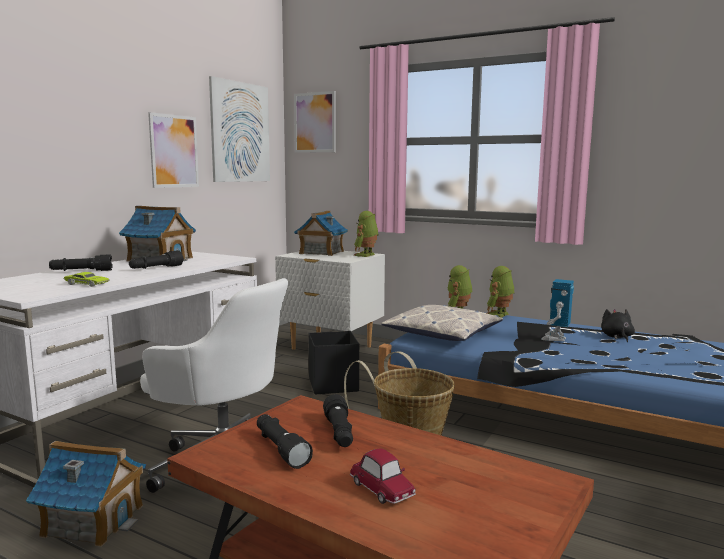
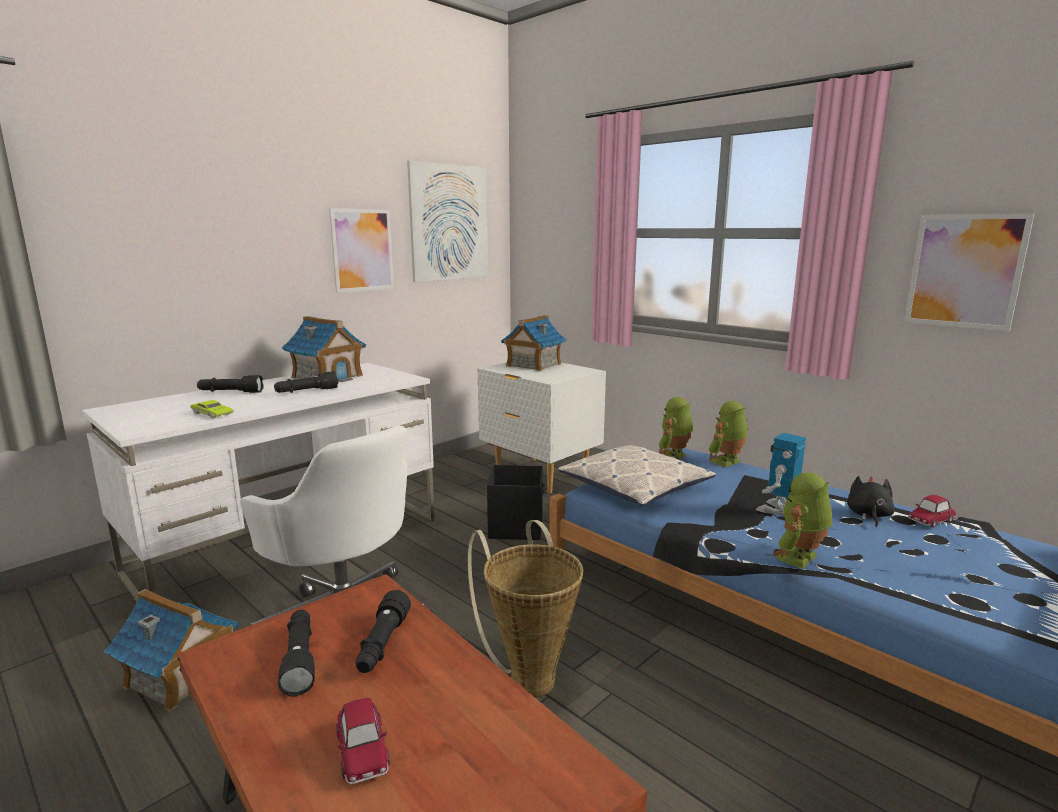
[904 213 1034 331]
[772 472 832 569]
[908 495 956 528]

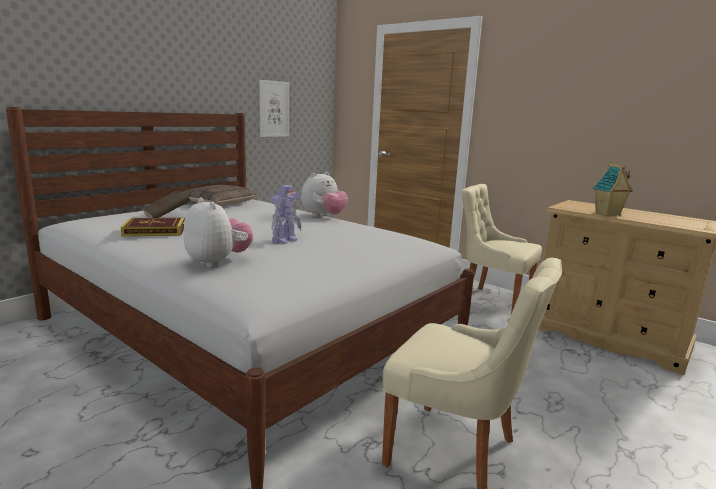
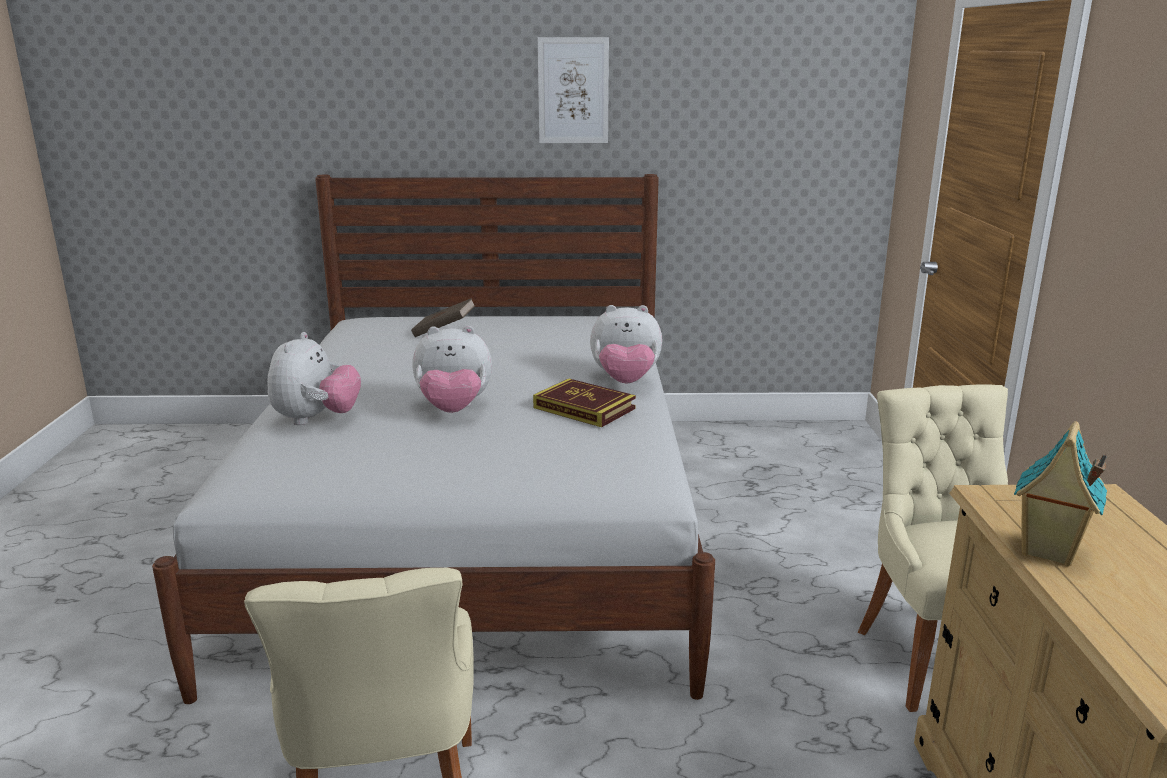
[533 379 636 427]
[181 185 259 206] (first image)
[538 37 609 143]
[412 326 492 413]

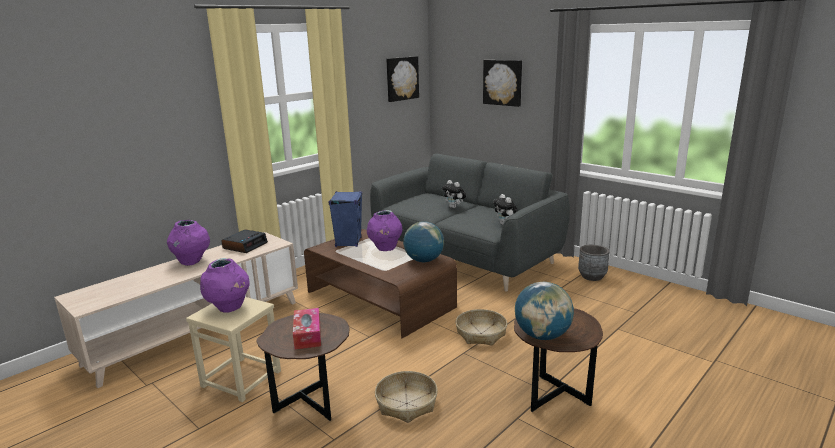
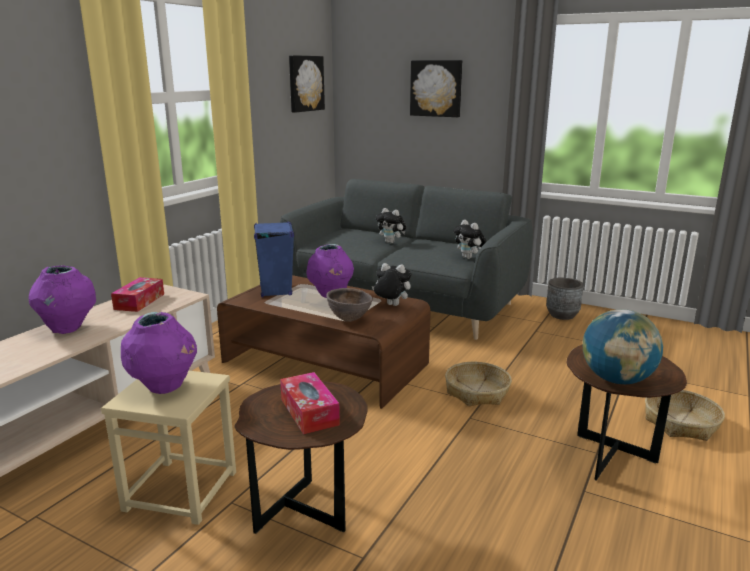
[111 277 164 312]
[645 390 725 441]
[372 263 411 306]
[326 288 373 322]

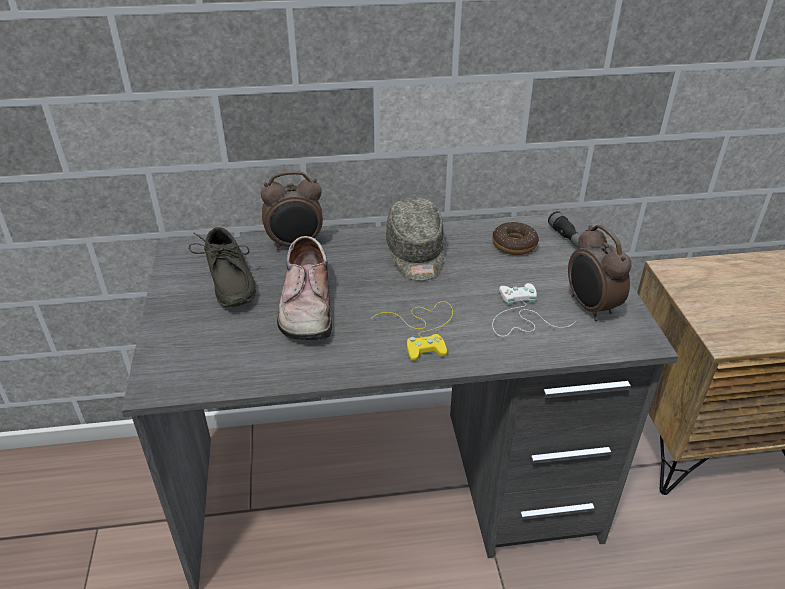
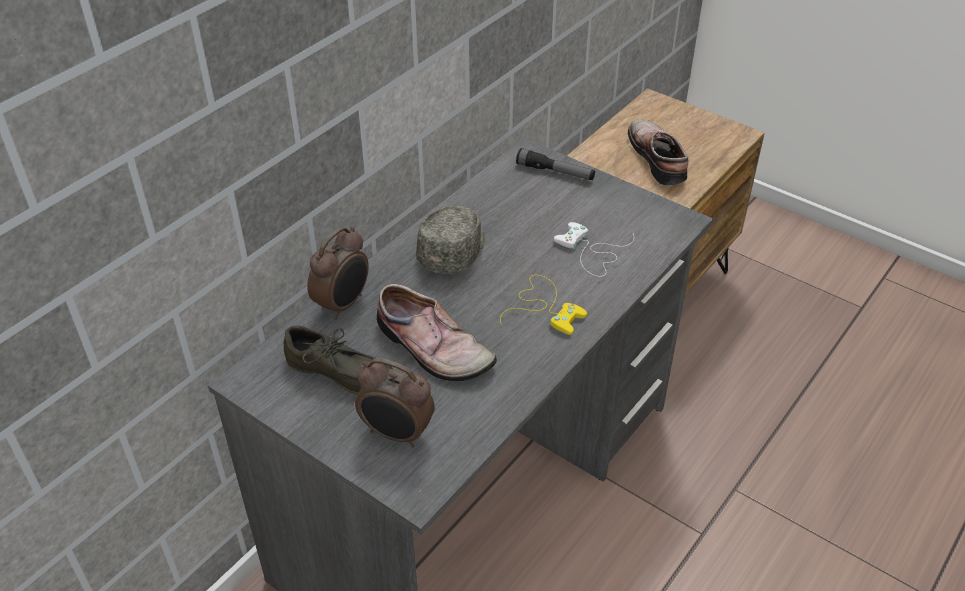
[416 206 485 274]
[492 222 539 255] (first image)
[355 358 435 447]
[628 119 688 185]

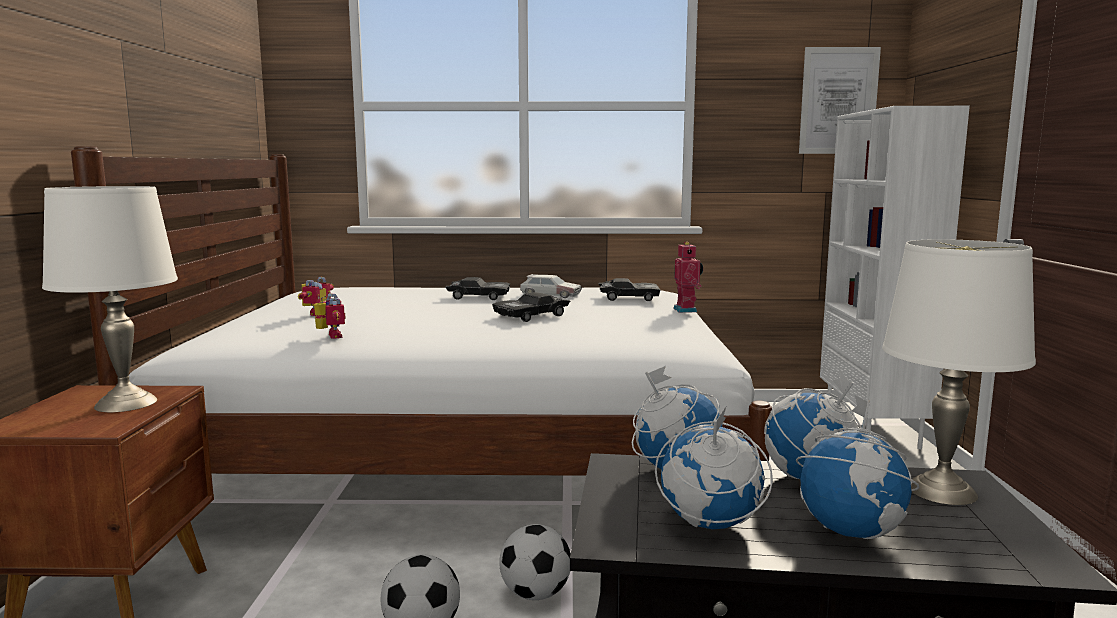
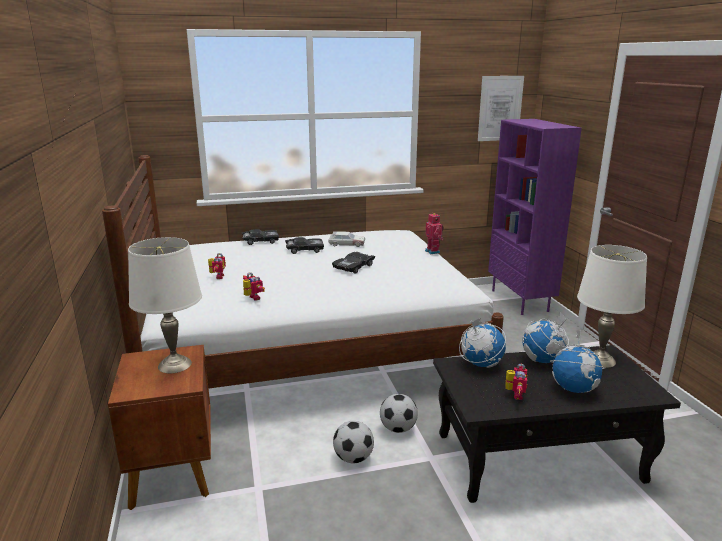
[242 229 279 245]
[505 363 527 400]
[488 119 582 315]

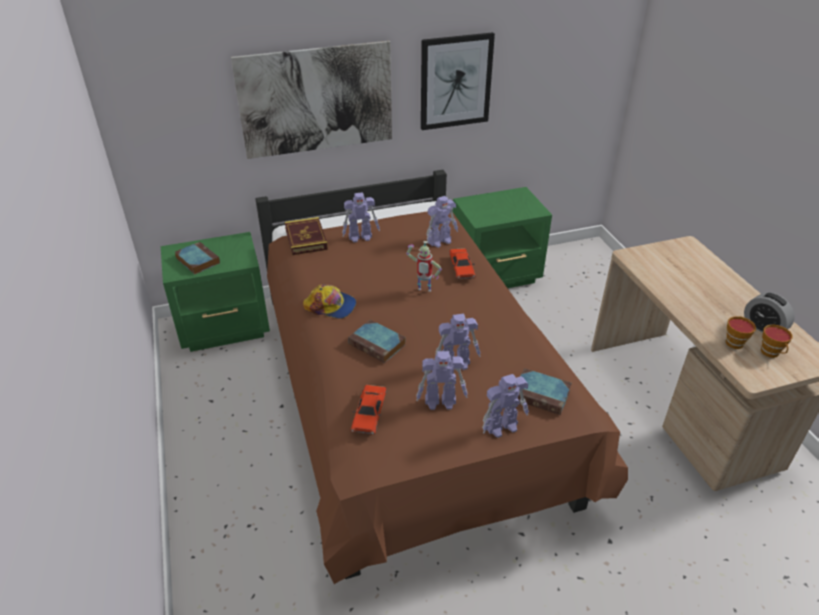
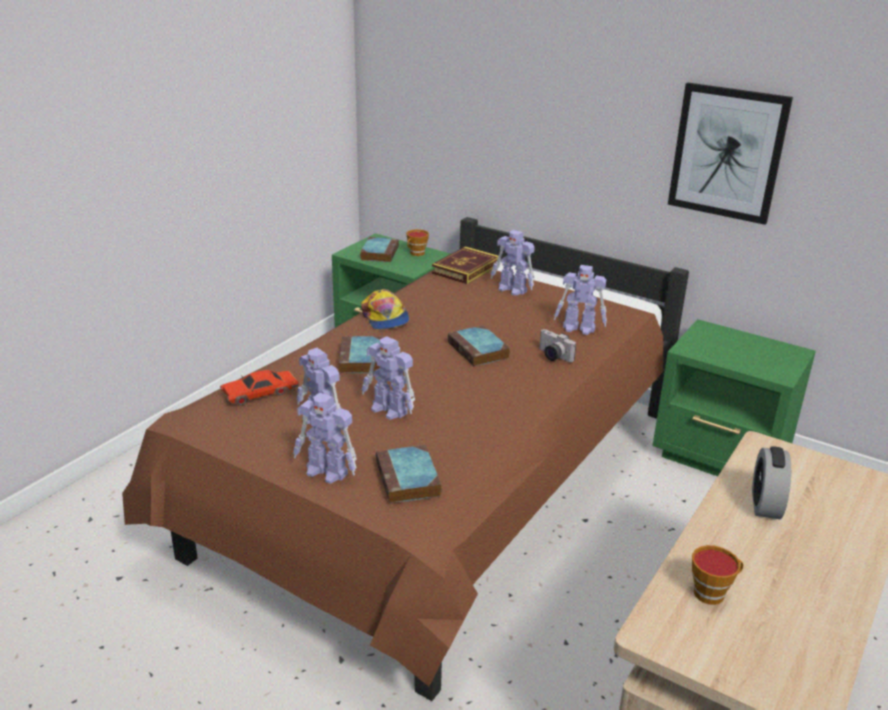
[231 41 392 159] (first image)
[448 325 510 367]
[540 329 576 362]
[752 446 791 519]
[406 229 429 256]

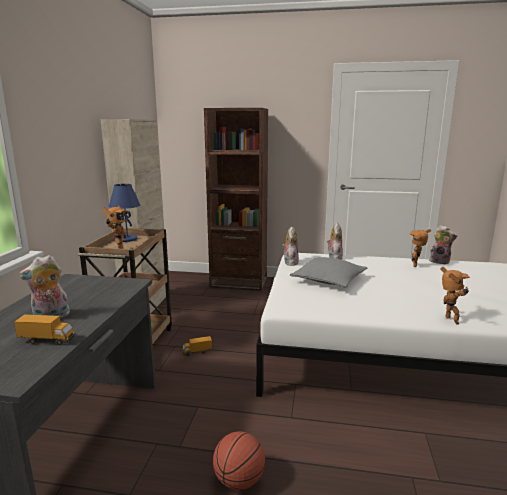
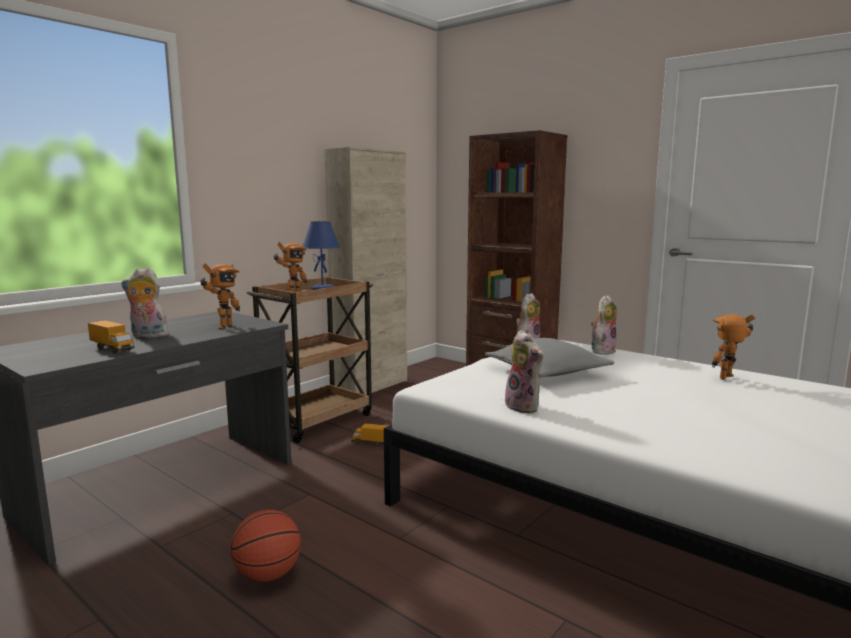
[504 330 544 413]
[200 263 240 330]

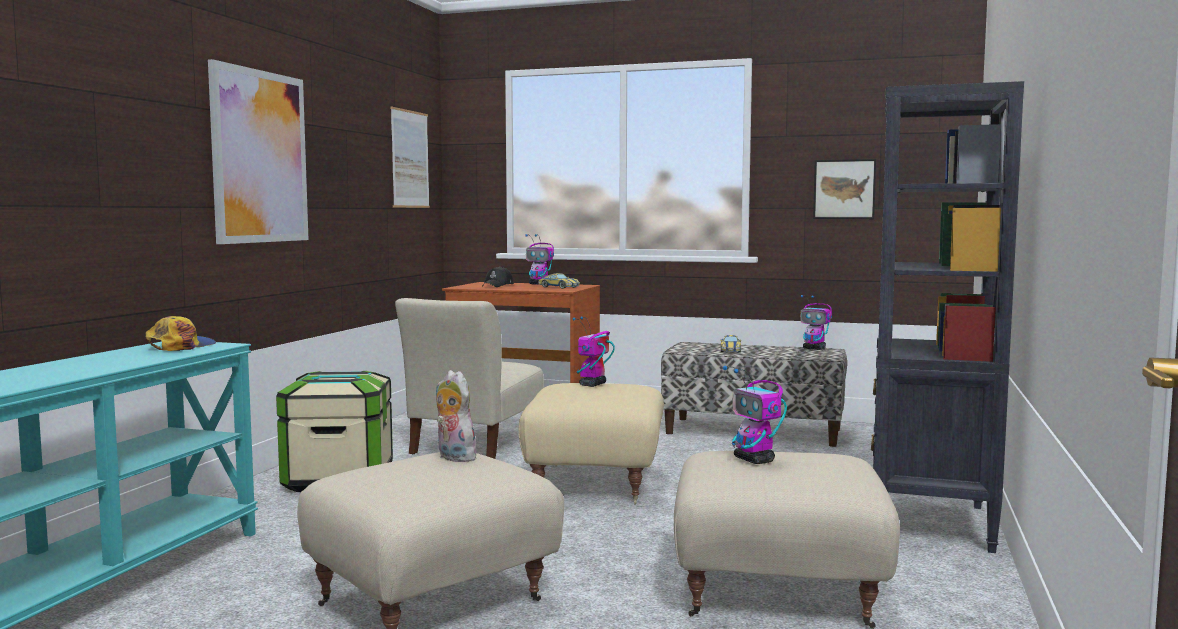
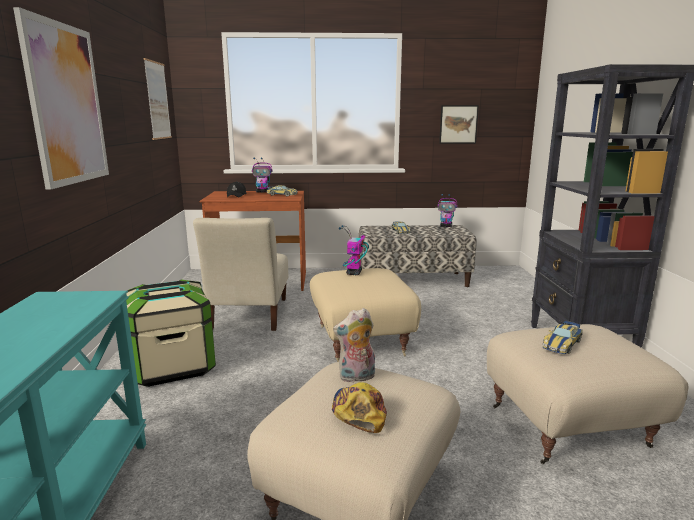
[332 382 387 433]
[333 308 375 383]
[543 321 583 354]

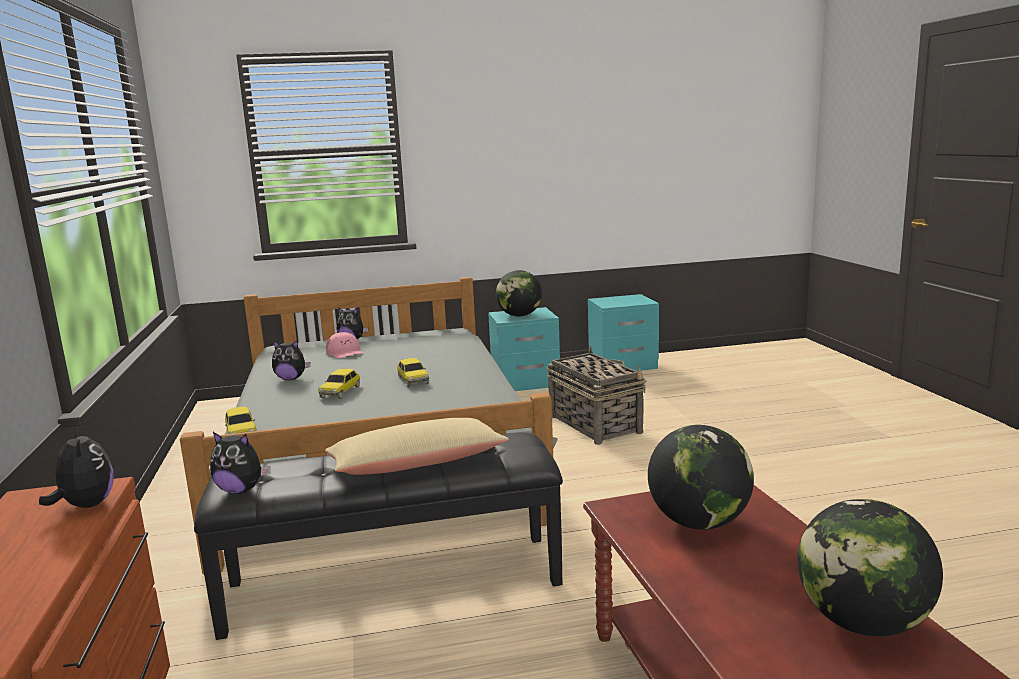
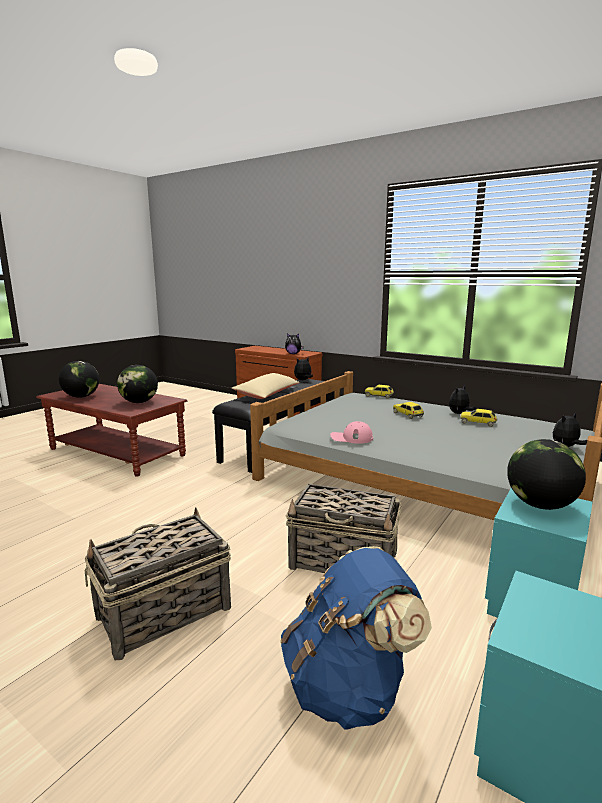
[330 421 373 444]
[460 409 497 427]
[85 507 231 660]
[280 546 432 730]

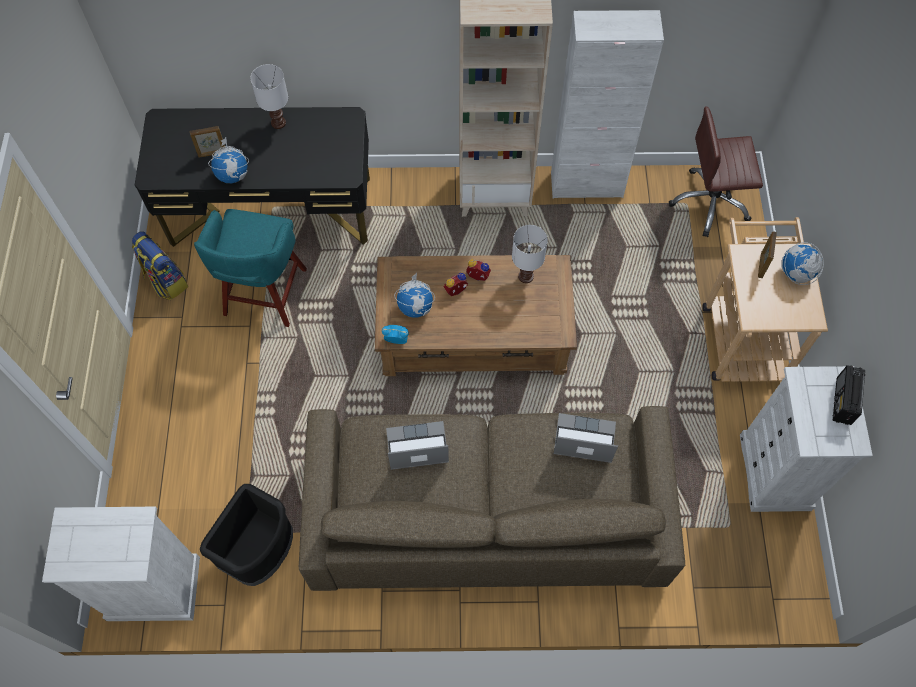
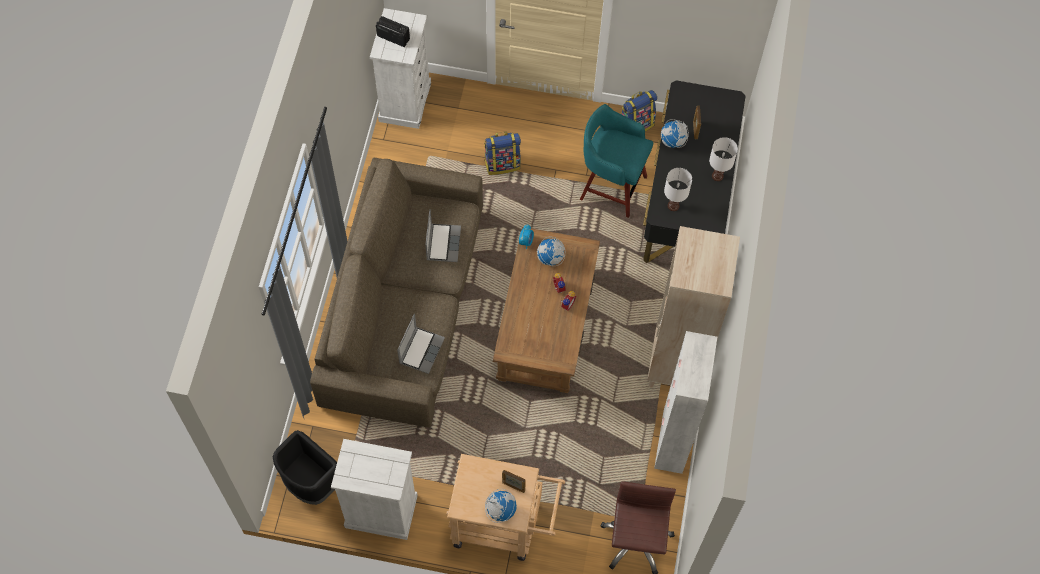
[273 430 337 505]
[664 168 692 211]
[376 16 410 47]
[484 131 521 175]

